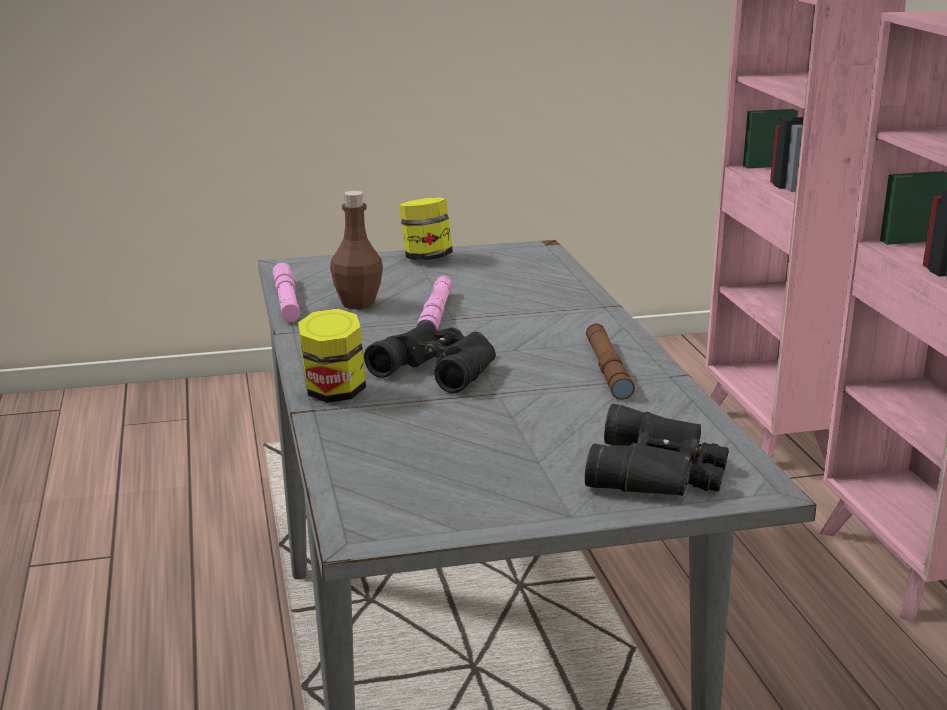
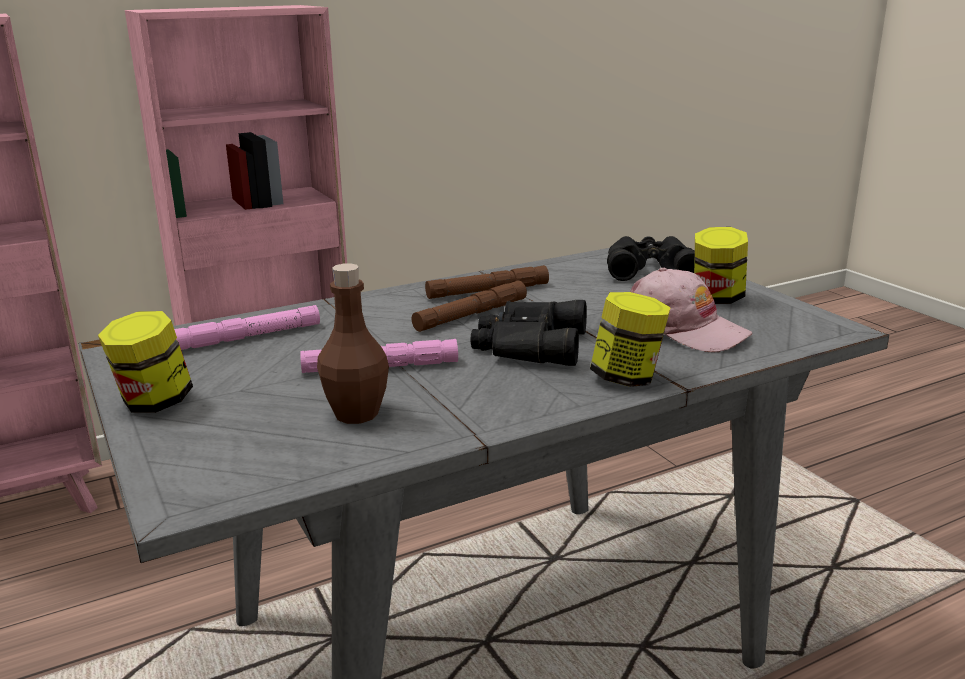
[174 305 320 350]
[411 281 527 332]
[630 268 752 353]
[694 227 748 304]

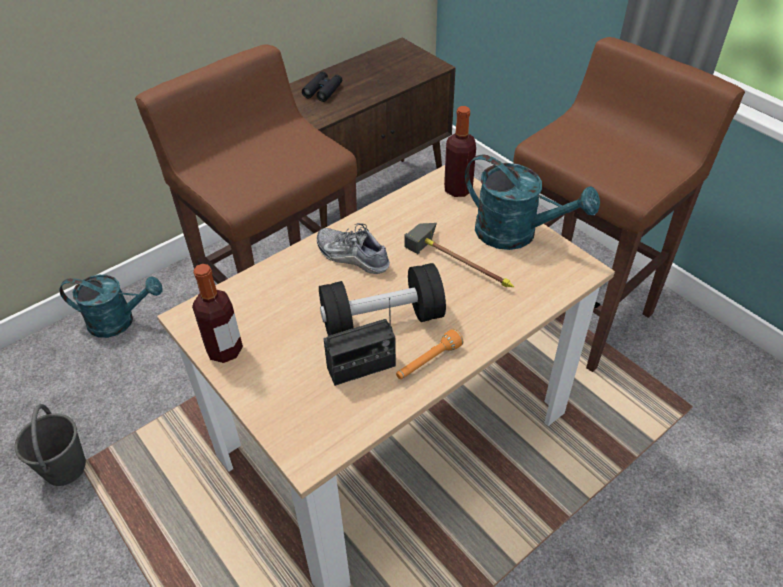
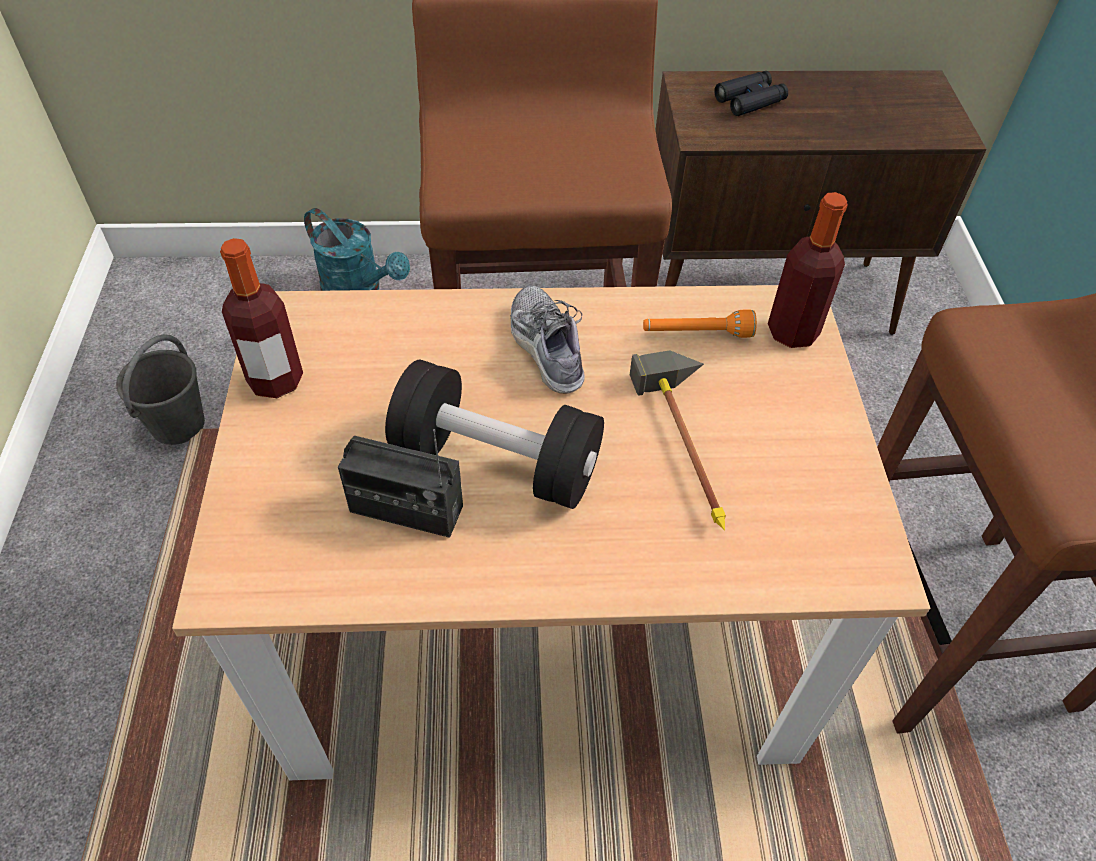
[643 310 757 338]
[465 154 600 250] (first image)

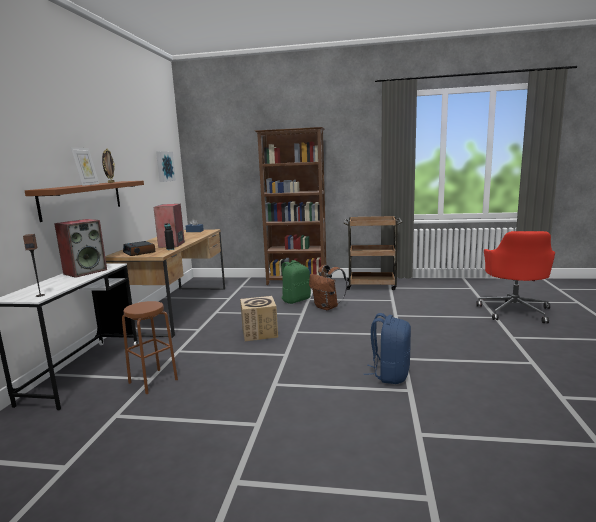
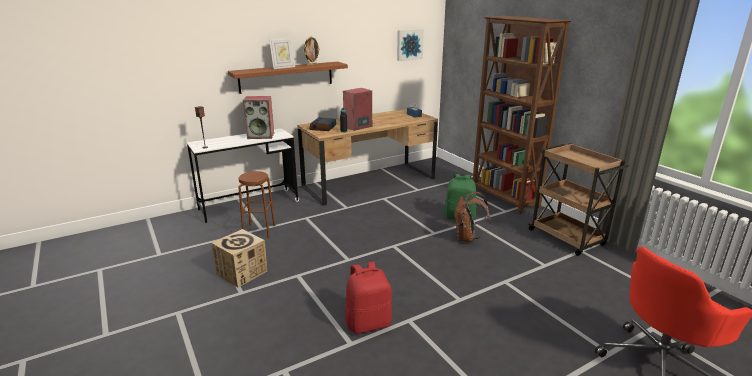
[211 229 267 288]
[345 261 392 334]

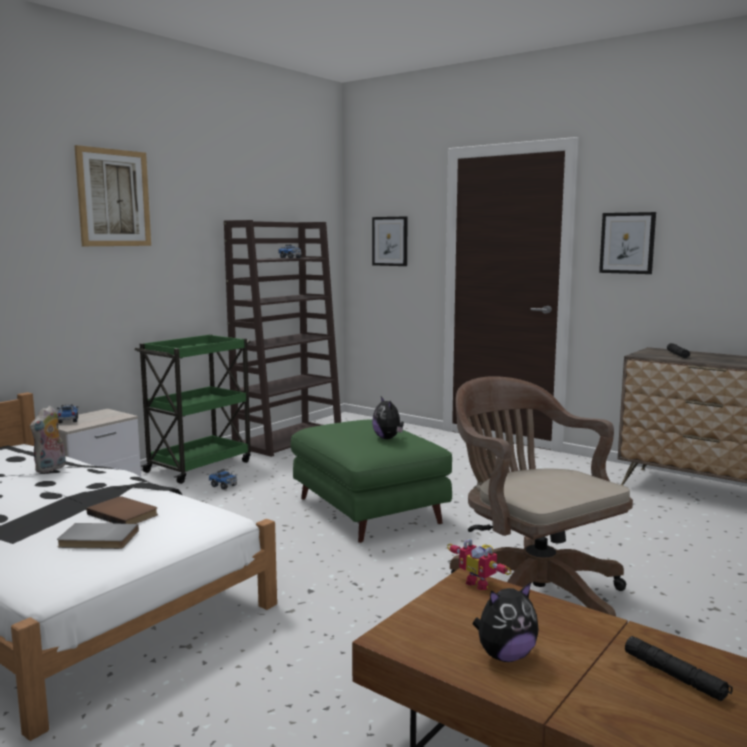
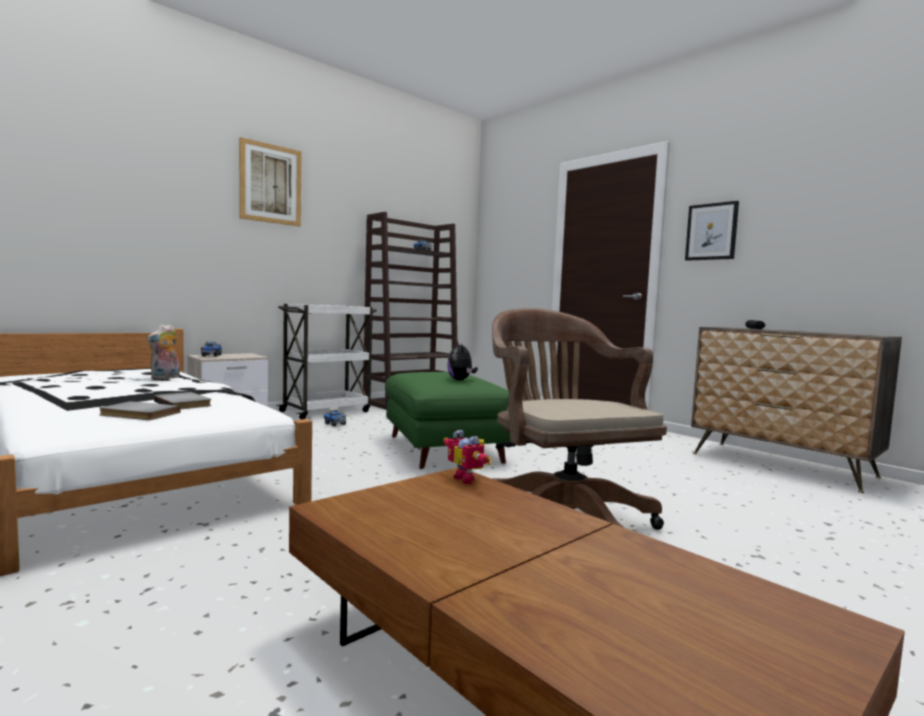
[154 392 211 409]
[276 304 377 420]
[372 216 408 266] (first image)
[473 582 539 662] (first image)
[625 636 732 701] (first image)

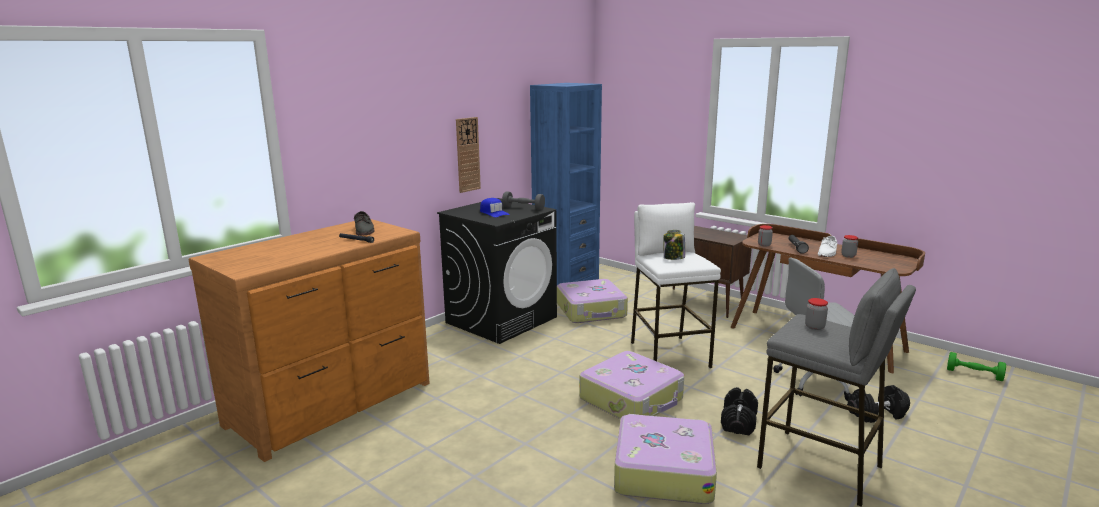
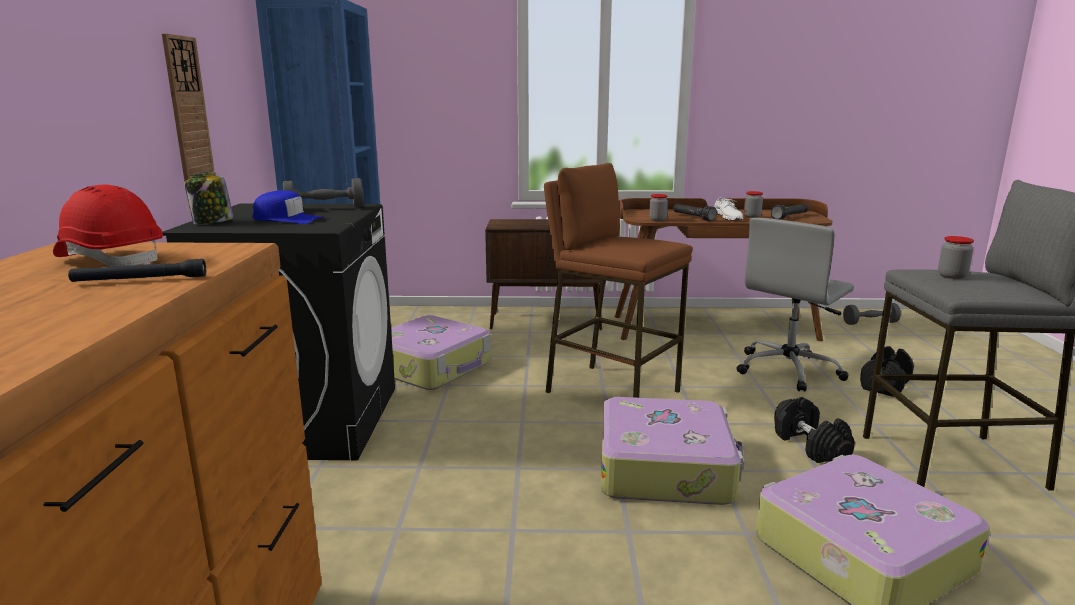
[53 184 163 267]
[544 163 693 398]
[185 172 233 224]
[843 303 901 325]
[771 204 808 219]

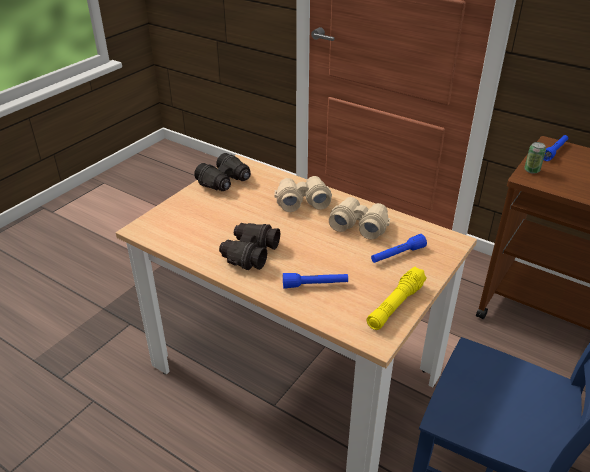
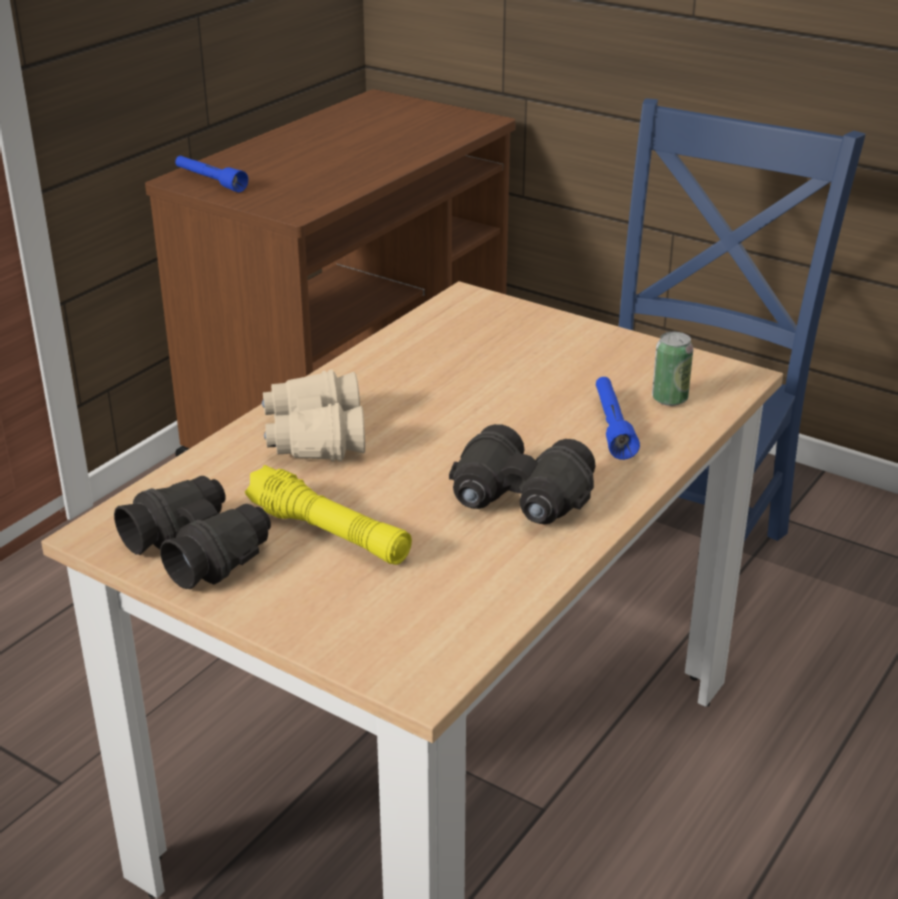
[329 197 390 239] (first image)
[245 465 412 565]
[371 234 427 263] (first image)
[652 332 693 406]

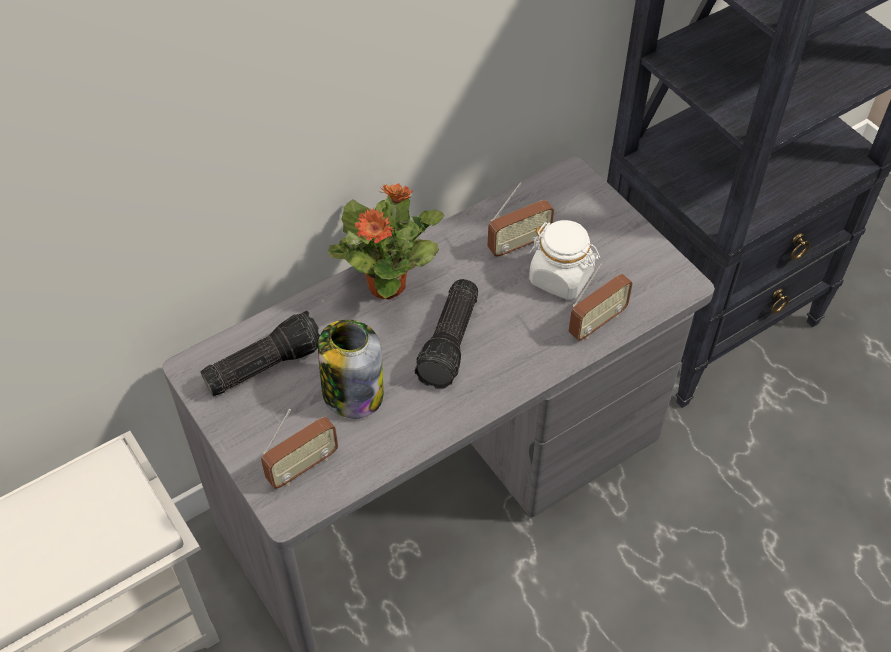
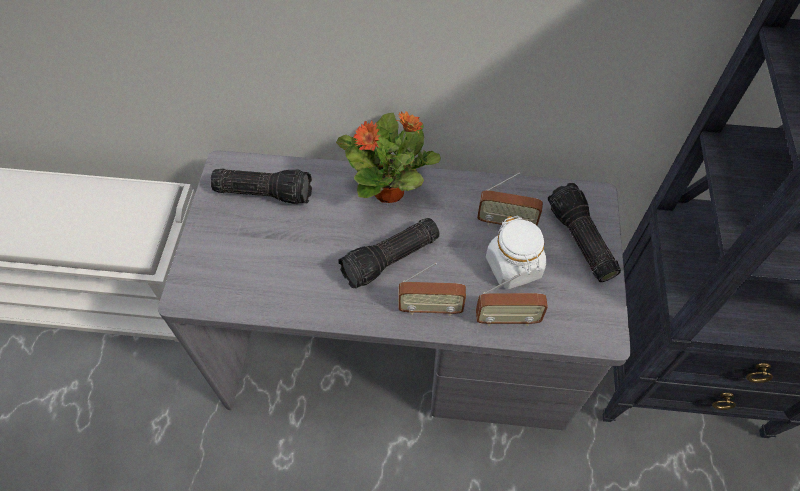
[398 262 466 316]
[318 320 383 418] (first image)
[548 183 621 282]

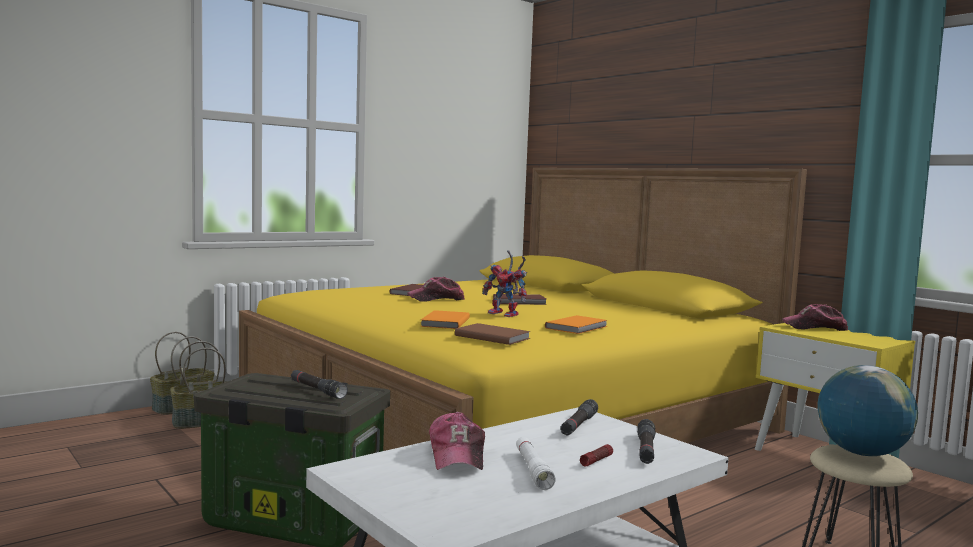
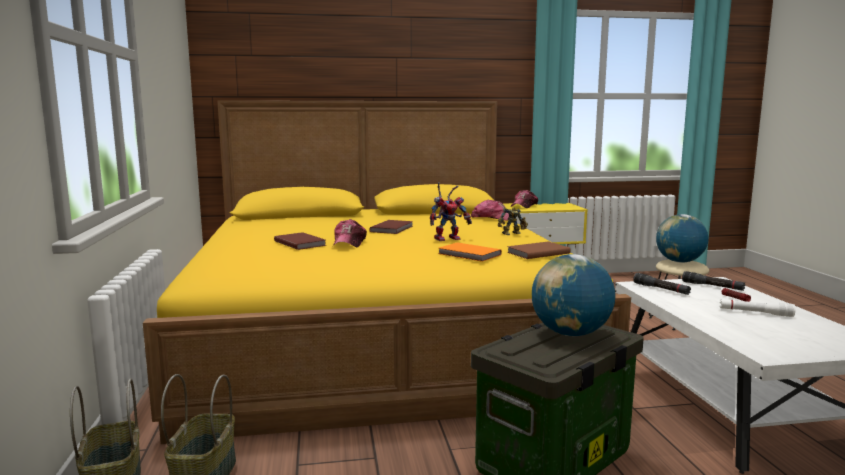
[532 254 615 336]
[471 199 509 221]
[498 207 528 235]

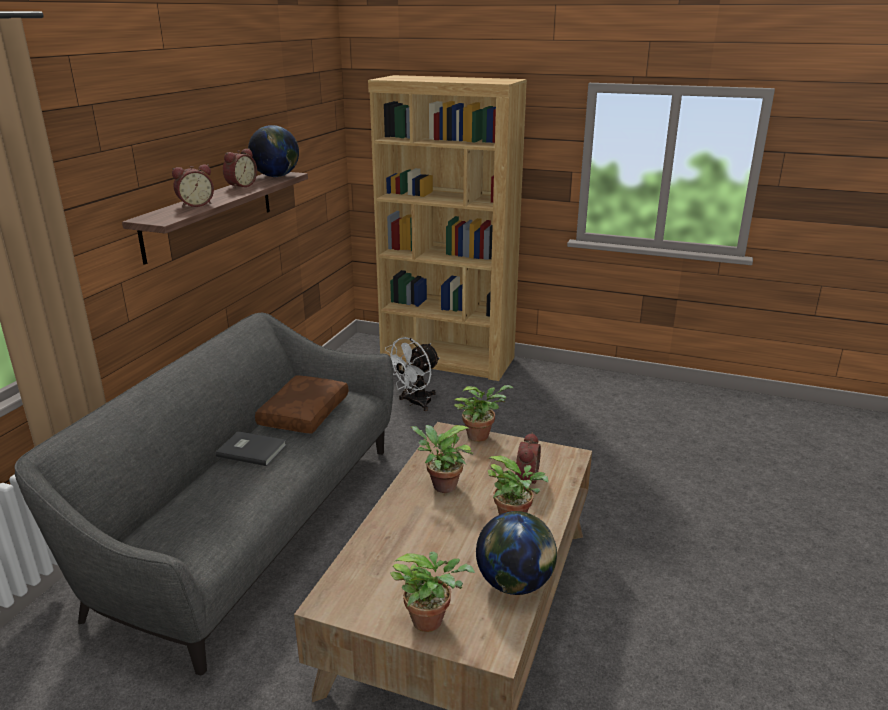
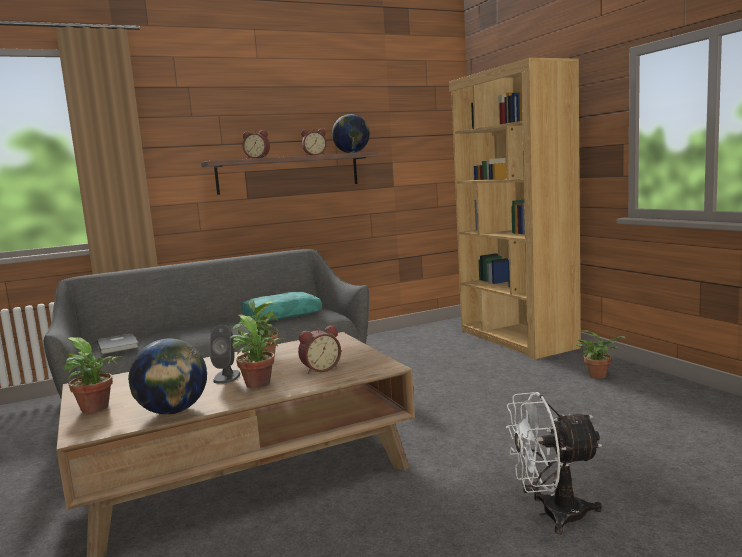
[97 333 139 354]
[241 292 322 321]
[506 392 602 534]
[576 330 625 379]
[210 325 240 384]

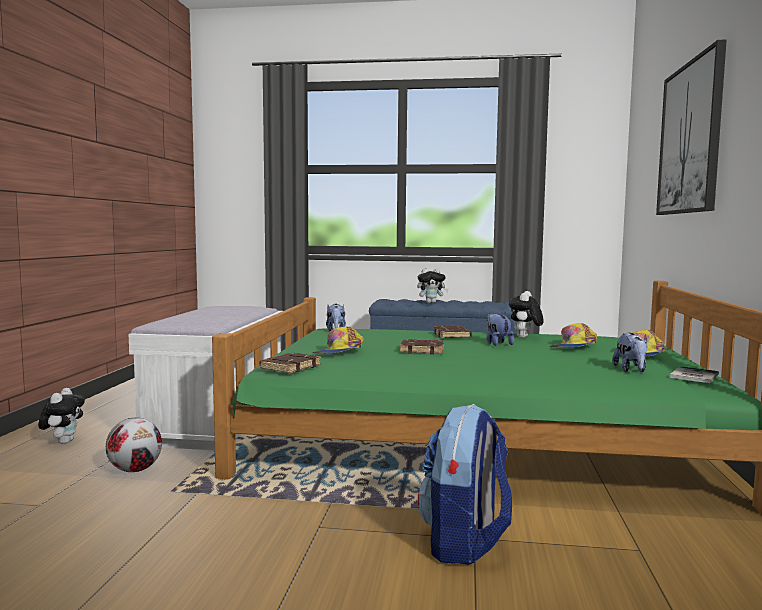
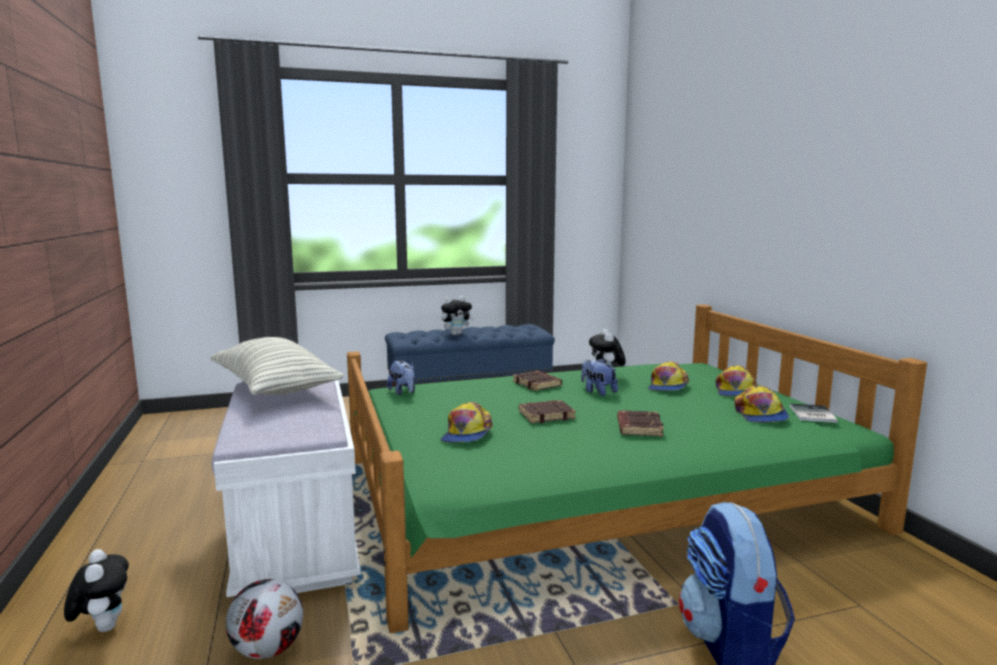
[617 410 664 436]
[734 386 789 423]
[656 39 727 215] (first image)
[210 337 344 395]

